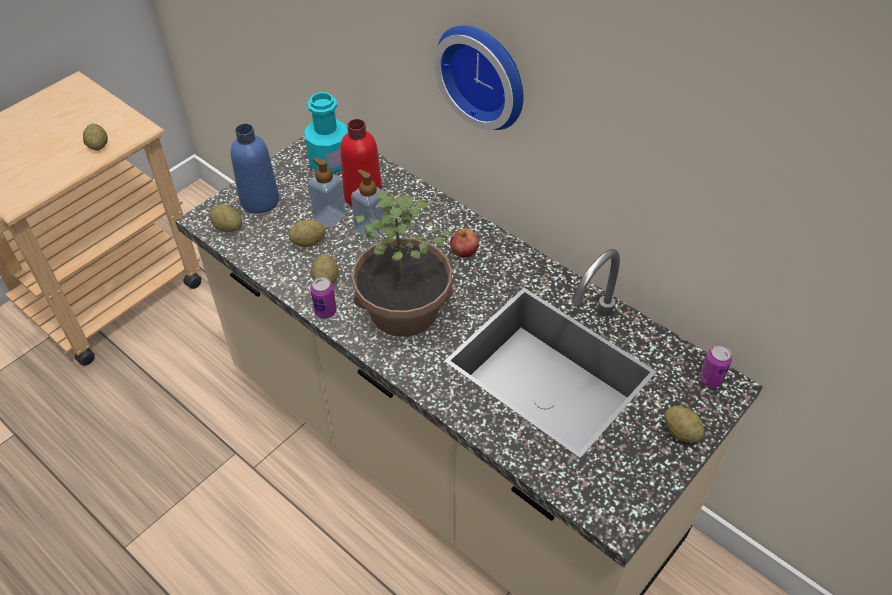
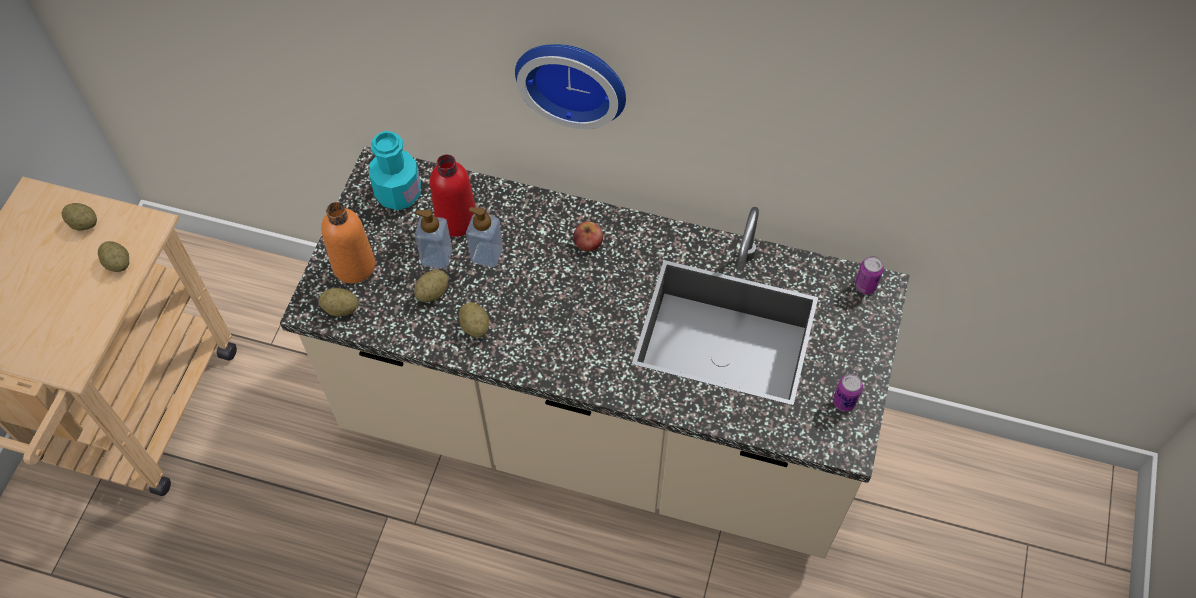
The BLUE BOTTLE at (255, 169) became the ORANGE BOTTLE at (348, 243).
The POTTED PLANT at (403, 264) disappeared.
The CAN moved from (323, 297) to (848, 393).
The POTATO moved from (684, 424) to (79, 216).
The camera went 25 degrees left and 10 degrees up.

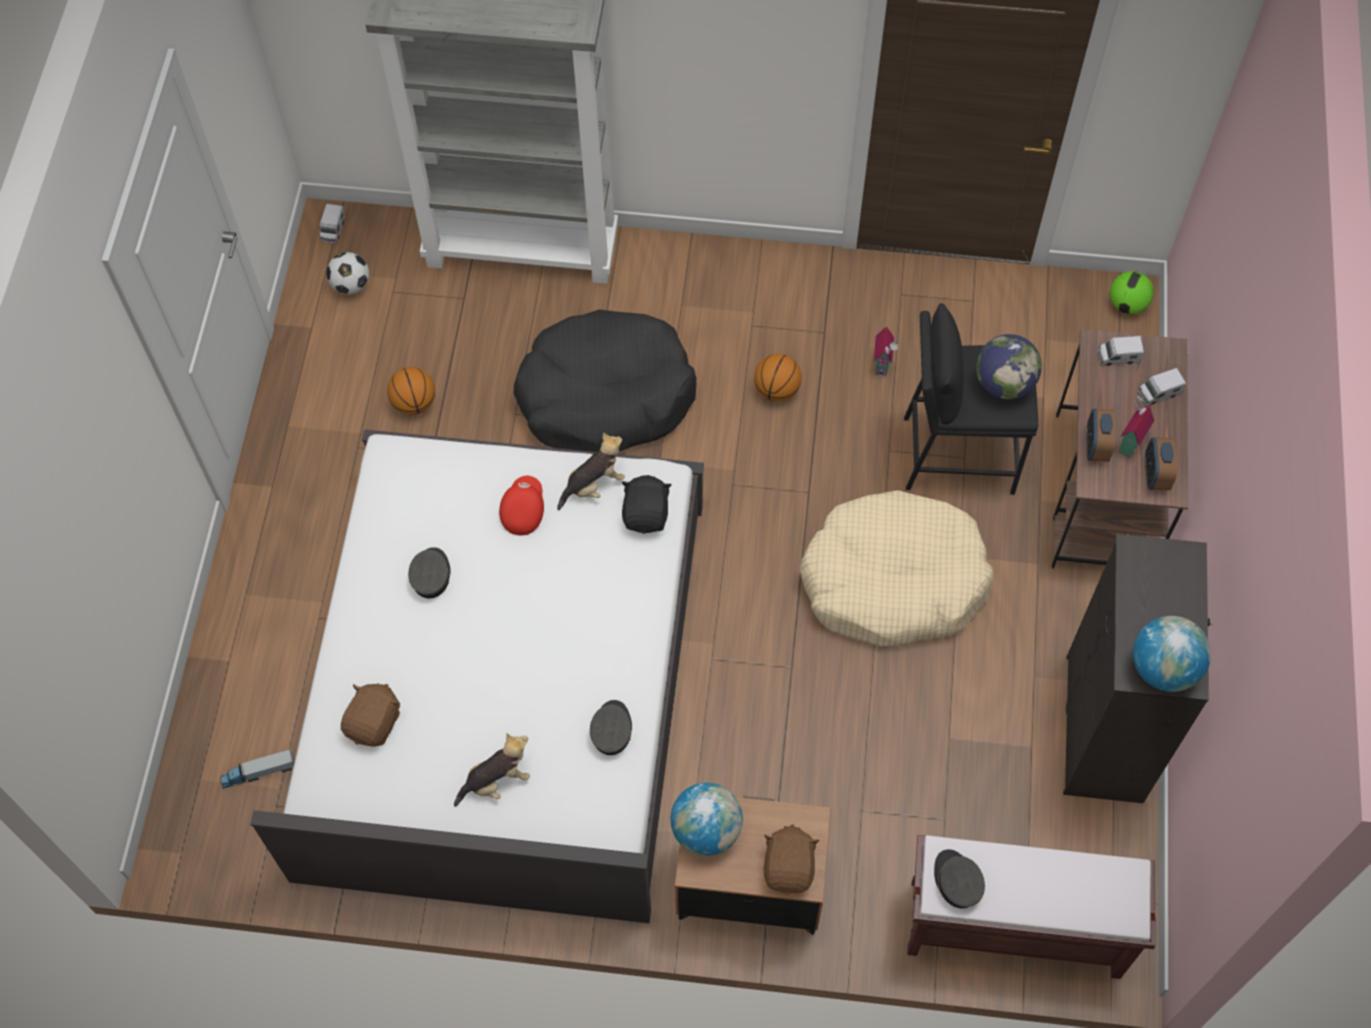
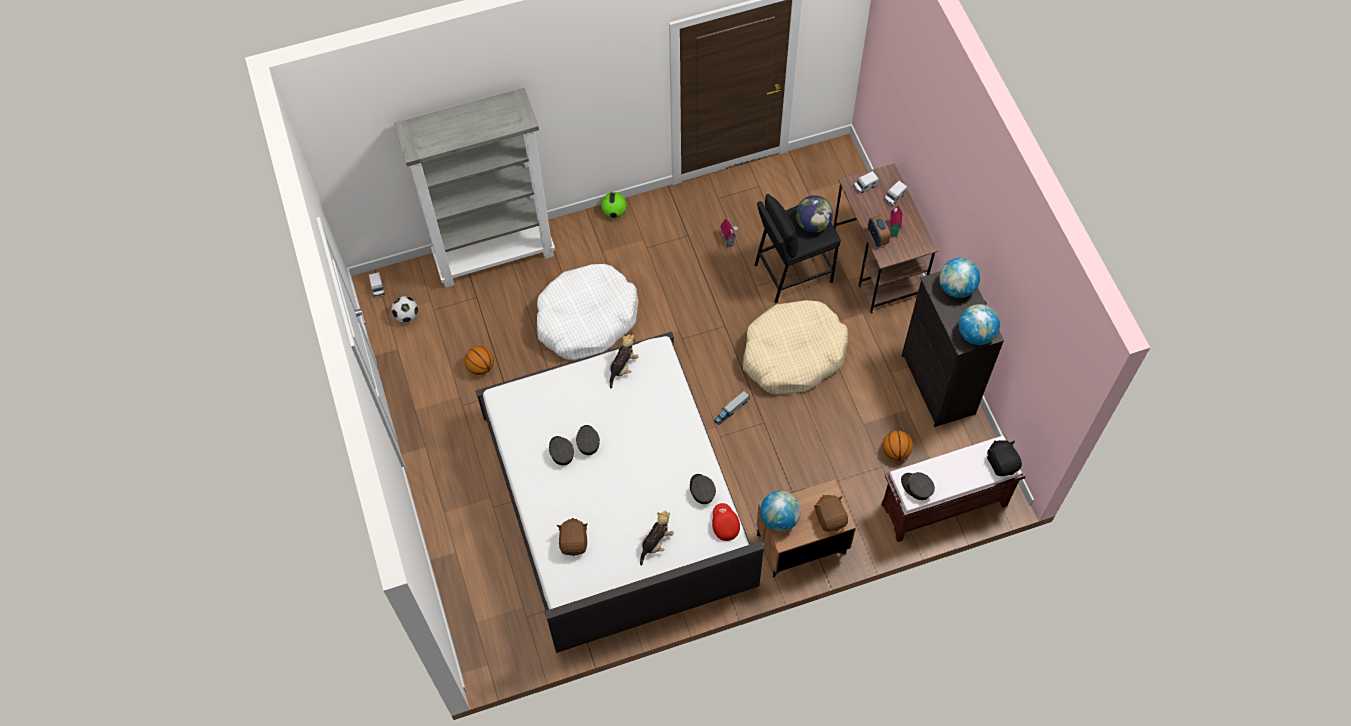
The FOOTBALL moved from (1132, 292) to (614, 205).
The BLACK DOG BED at (605, 380) became the WHITE DOG BED at (588, 312).
The BASKETBALL moved from (778, 377) to (897, 445).
The ALARM CLOCK at (1161, 463) disappeared.
The BLACK PLUSH TOY moved from (646, 504) to (1004, 458).
The RED CAP moved from (521, 506) to (726, 522).
The TOY TRUCK moved from (257, 768) to (732, 407).
The GLOBE at (959, 278) appeared.
The GREY CAP at (588, 440) appeared.
The camera went 25 degrees left and 0 degrees up.

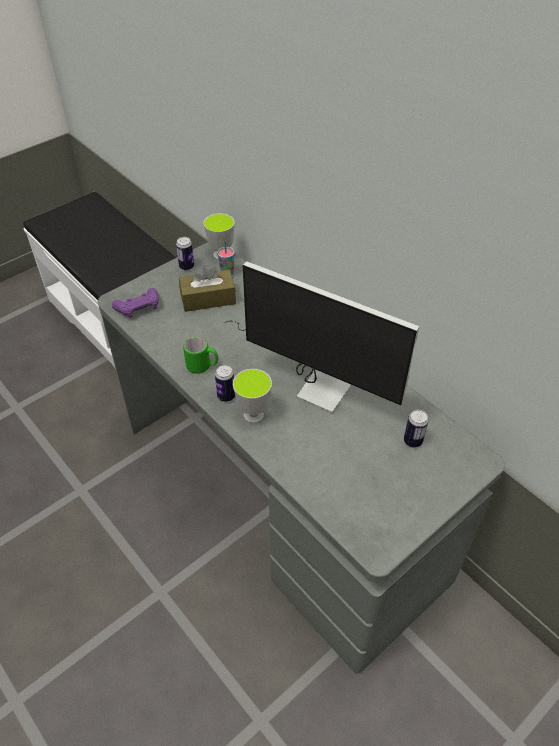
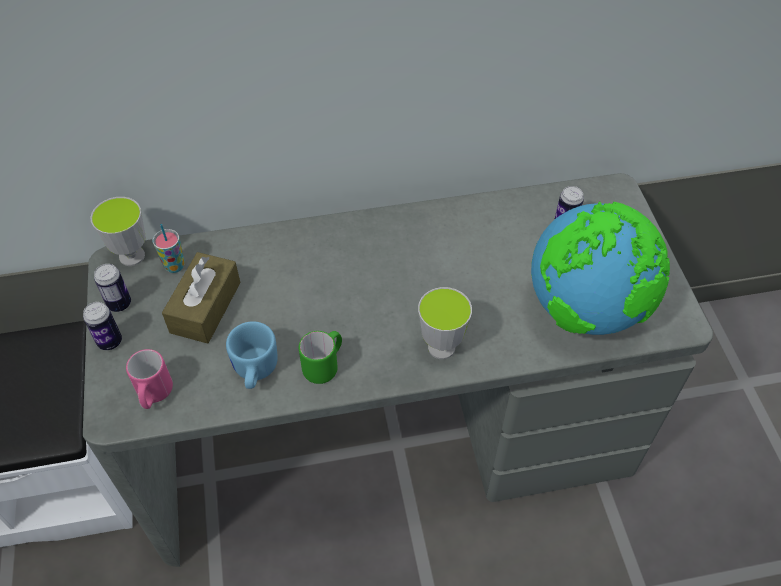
The MONITOR at (321, 337) disappeared.
The PURPLE GAME CONTROLLER at (135, 303) was replaced by the PINK MUG at (149, 379).
The CAN moved from (225, 383) to (102, 326).
The GLOBE at (600, 268) appeared.
The BLUE MUG at (252, 355) appeared.
The camera went 60 degrees left and 5 degrees up.

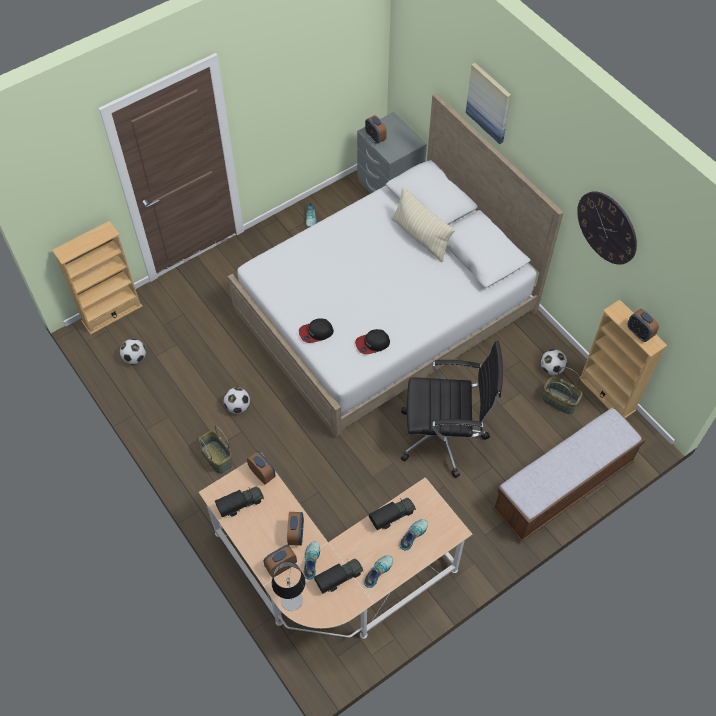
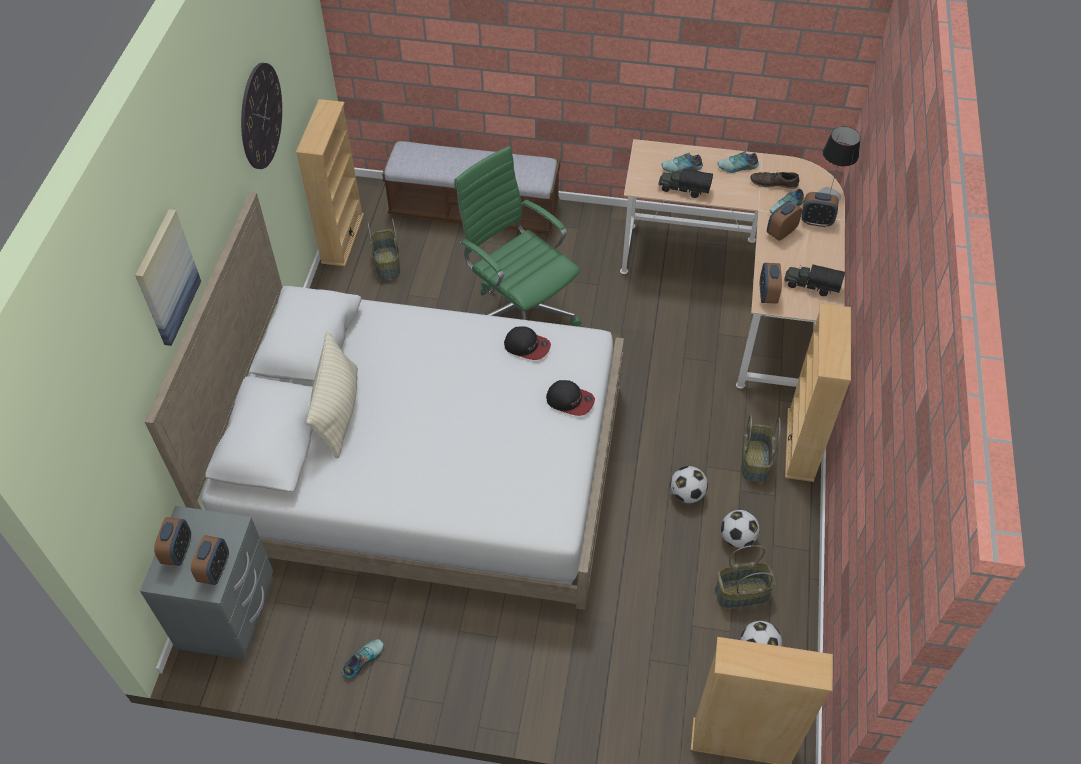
The ALARM CLOCK moved from (643, 325) to (172, 541).
The BLACK OFFICE CHAIR at (452, 409) became the GREEN OFFICE CHAIR at (518, 236).
The FOOTBALL moved from (554, 362) to (740, 529).
The TOY TRUCK at (338, 576) was replaced by the BROWN SHOE at (774, 180).
The BEIGE BOOKCASE at (818, 392) appeared.
The BASKET at (745, 576) appeared.
The camera went 135 degrees left and 5 degrees down.

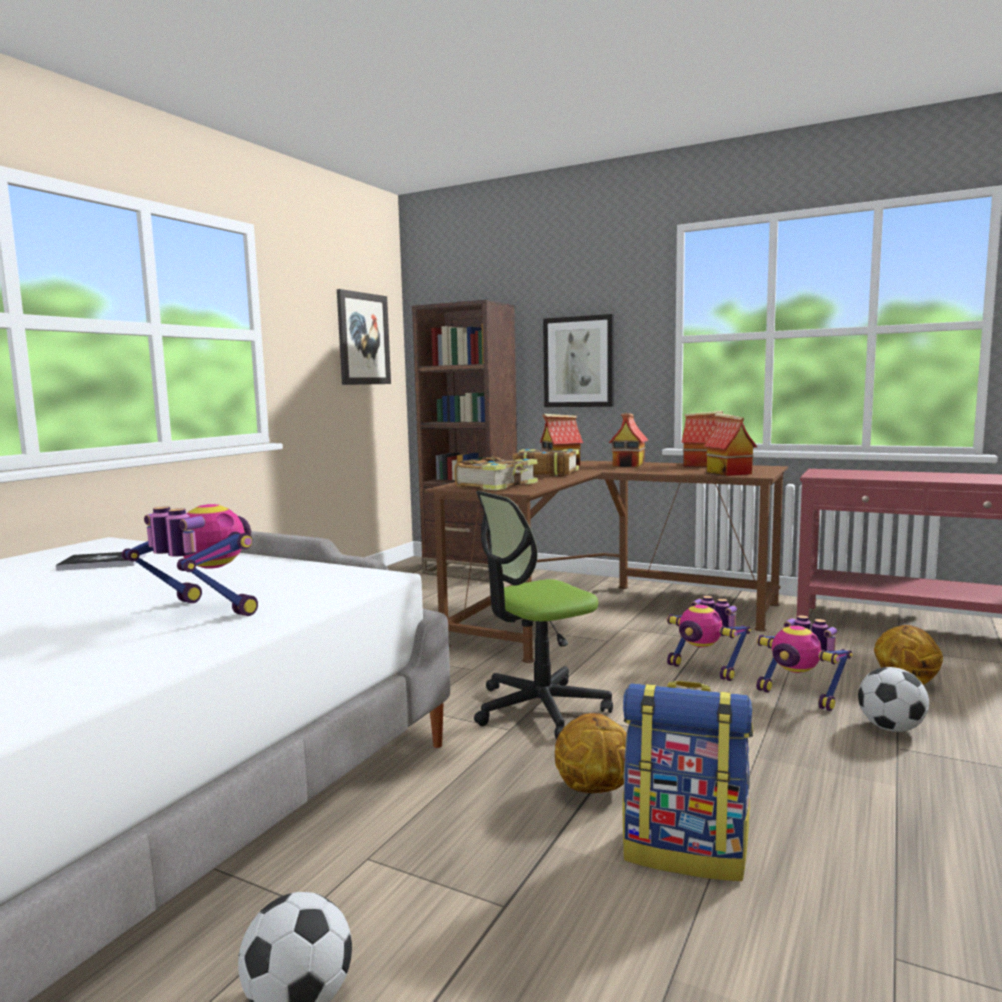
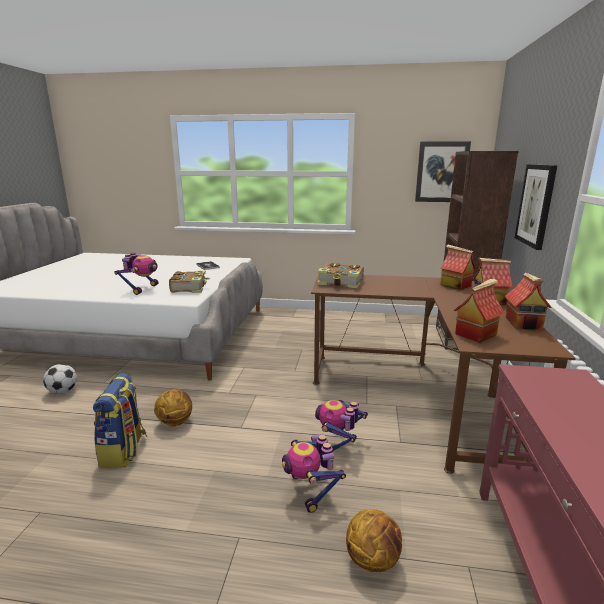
The BOOK moved from (545, 462) to (189, 281).
The OFFICE CHAIR at (543, 615) disappeared.
The TOY ROBOT at (804, 663) turned 45 degrees counterclockwise.
The FOOTBALL at (893, 699) disappeared.
The camera went 70 degrees right and 10 degrees up.

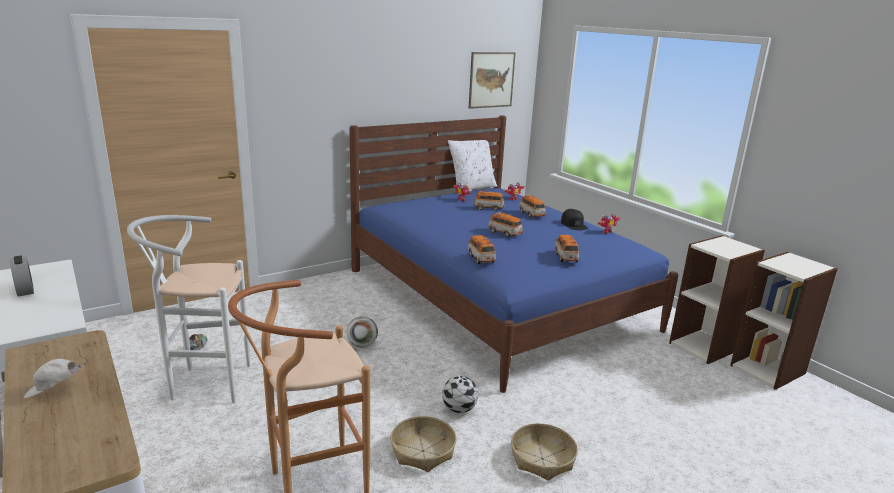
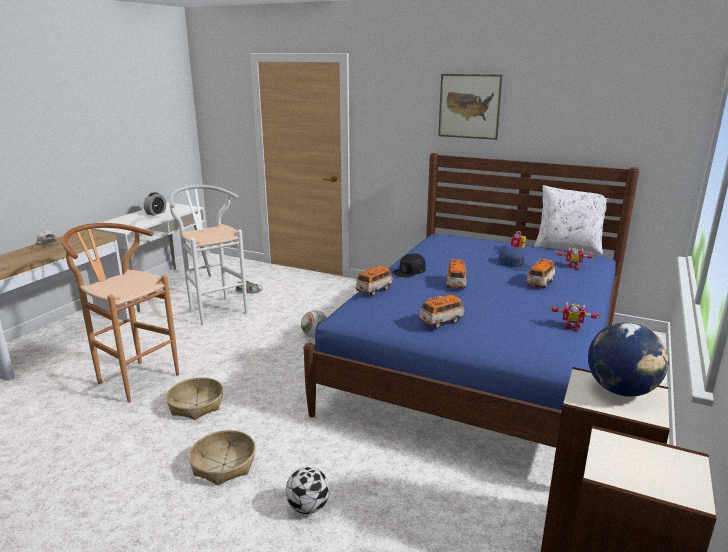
The PICTURE moved from (492, 80) to (470, 107).
The TOY CAR at (489, 200) was replaced by the BLUE CAP at (515, 259).
The BLACK CAP moved from (574, 219) to (409, 266).
The FOOTBALL moved from (460, 394) to (307, 490).
The GLOBE at (628, 360) appeared.
The camera went 60 degrees right and 0 degrees up.

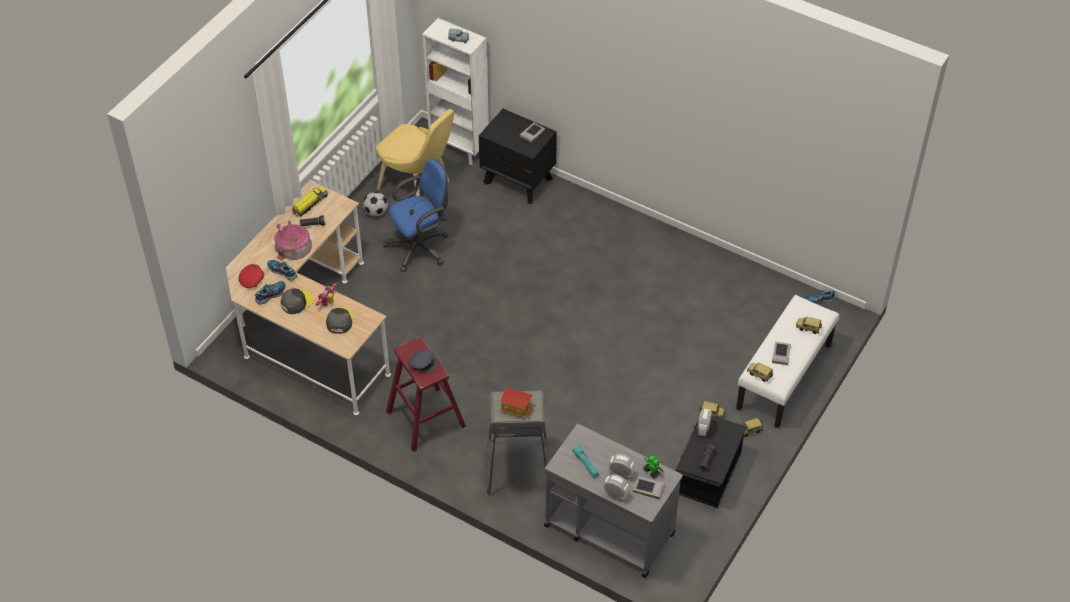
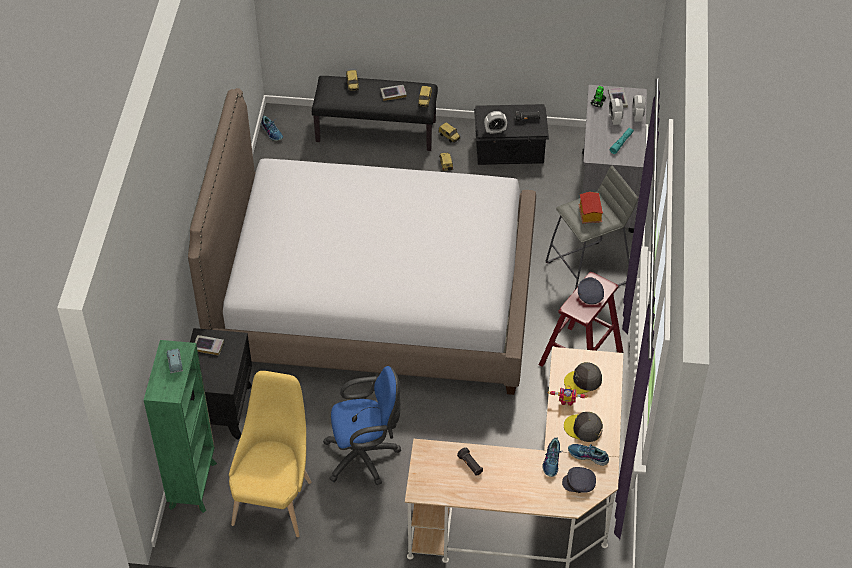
The WHITE BOOKCASE at (455, 91) became the GREEN BOOKCASE at (180, 426).
The BLUE OFFICE CHAIR at (415, 215) turned 135 degrees clockwise.
The TOY TRUCK at (310, 201) disappeared.
The FOOTBALL at (375, 204) disappeared.
The TOY HOUSE at (293, 240) disappeared.
The RED CAP at (251, 276) became the GREY CAP at (579, 480).
The WHITE BENCH at (787, 361) became the BLACK BENCH at (375, 113).
The BED at (362, 241) appeared.
The camera went 115 degrees left and 0 degrees up.

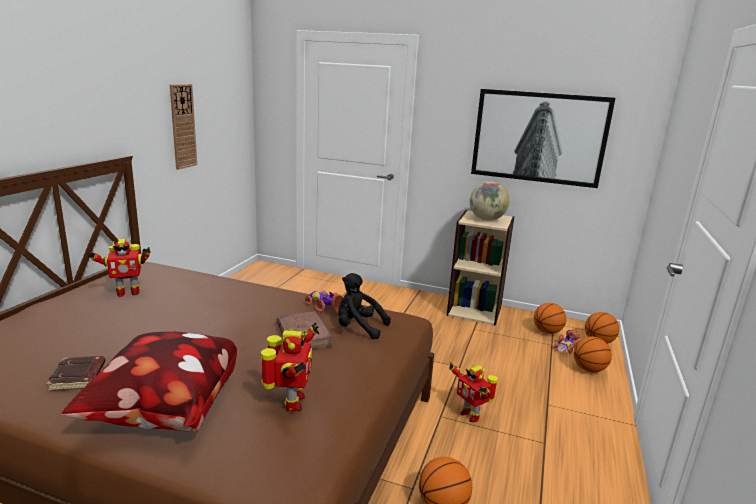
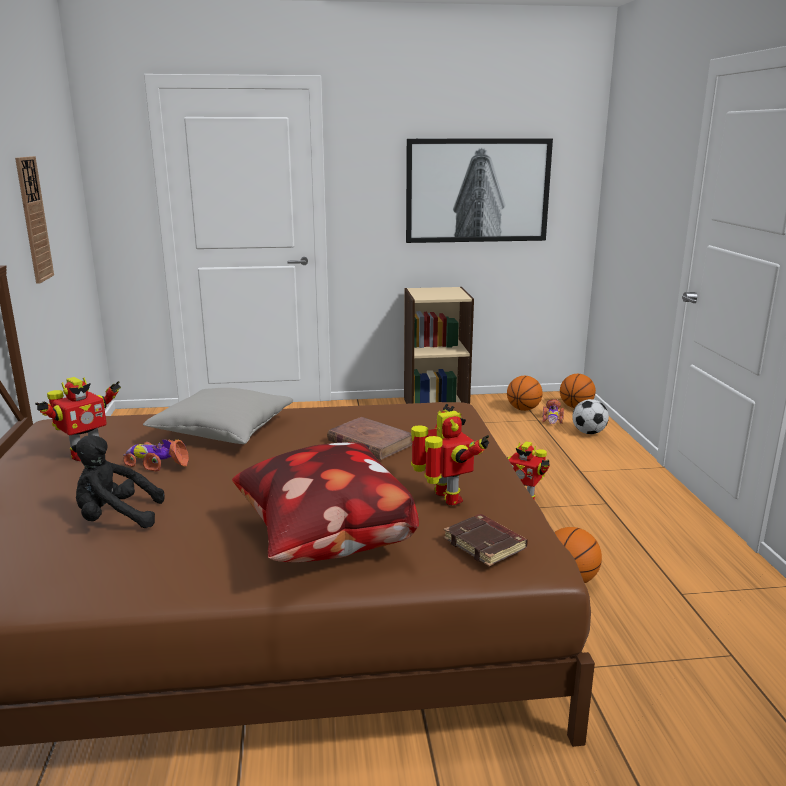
The GLOBE at (489, 201) disappeared.
The BLACK PLUSH TOY moved from (364, 306) to (118, 481).
The TOY CAR moved from (324, 302) to (156, 455).
The BASKETBALL at (593, 354) was replaced by the FOOTBALL at (590, 416).
The BROWN BOOK moved from (75, 373) to (485, 540).
The GREY PILLOW at (218, 416) appeared.
The camera went 25 degrees left and 0 degrees up.

